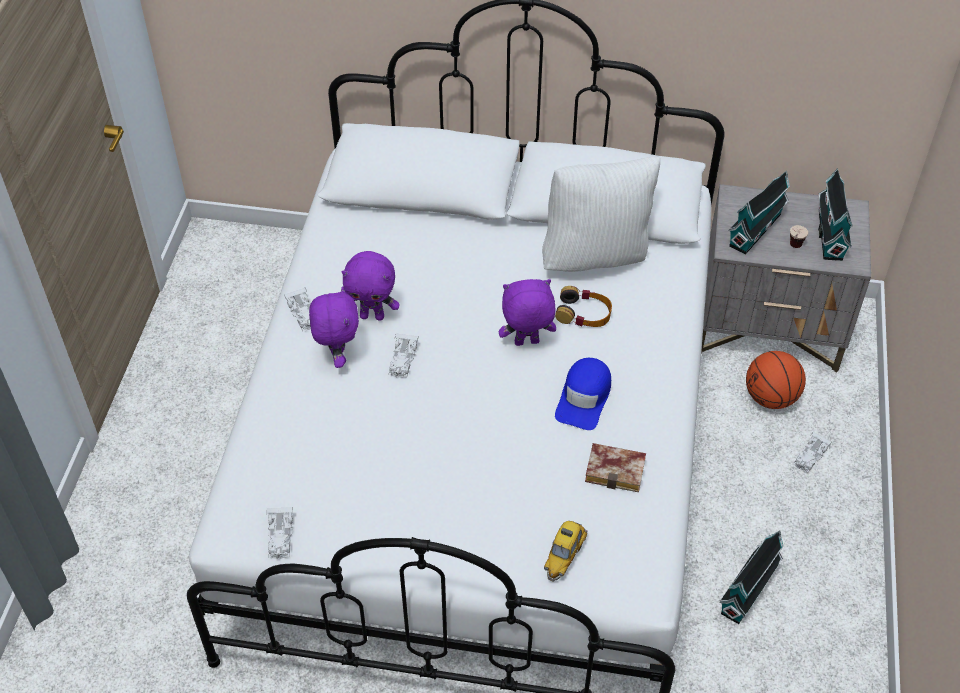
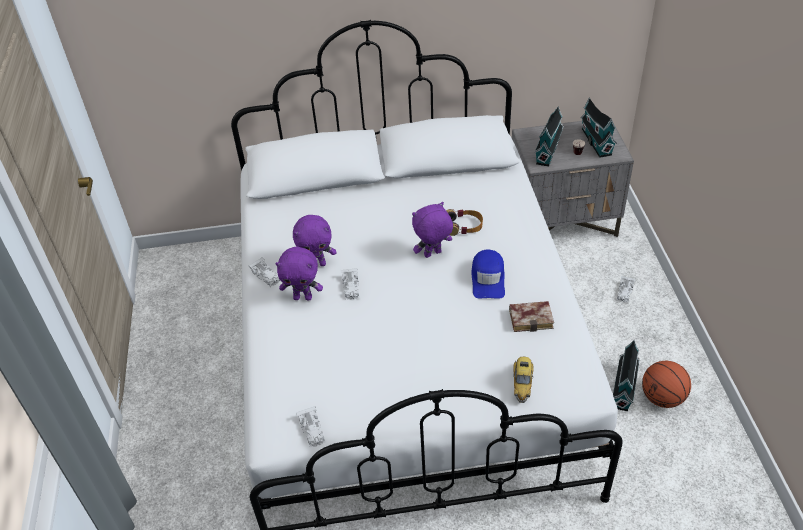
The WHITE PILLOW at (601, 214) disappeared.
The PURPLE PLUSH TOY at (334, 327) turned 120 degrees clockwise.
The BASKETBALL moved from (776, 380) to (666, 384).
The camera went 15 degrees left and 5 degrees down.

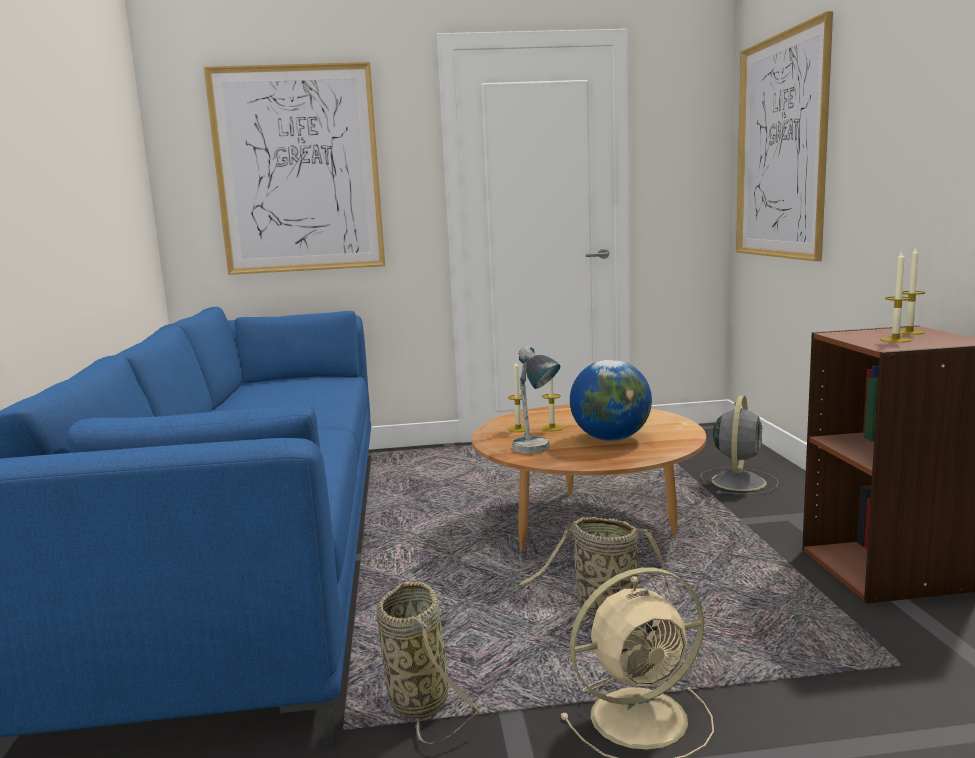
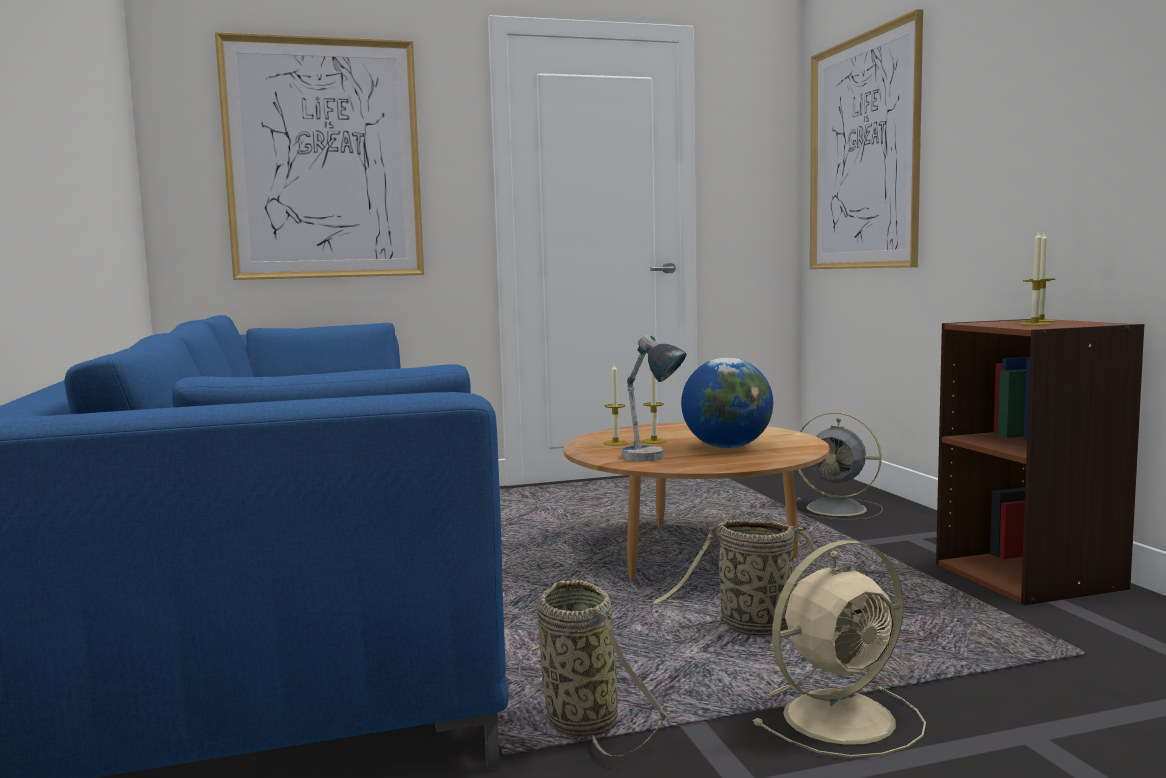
The GREY FAN at (739, 445) turned 105 degrees clockwise.
The camera went 10 degrees left and 5 degrees down.

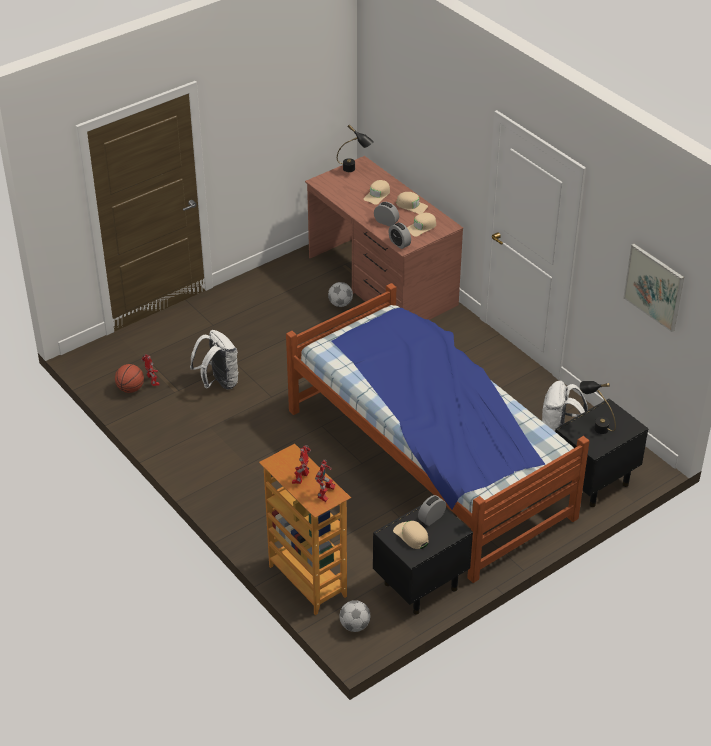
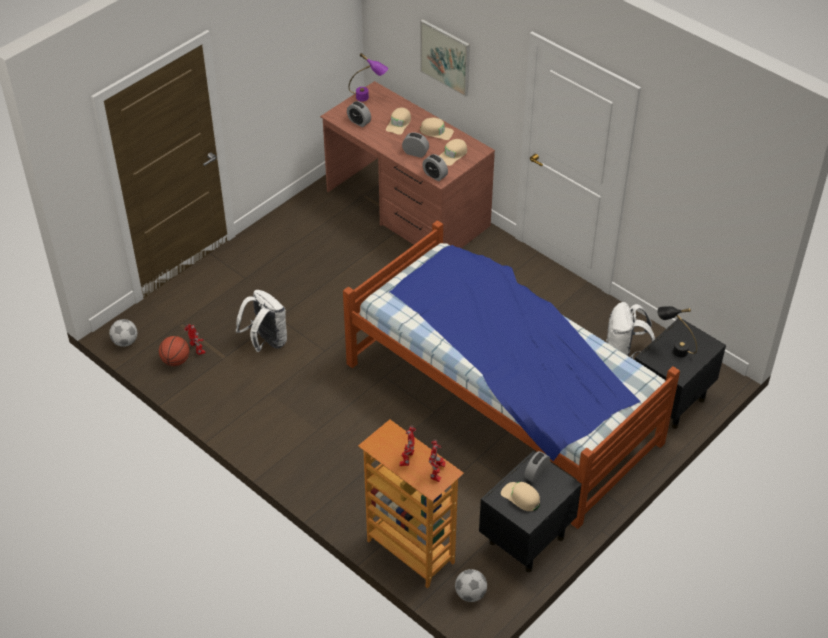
The BLACK TABLE LAMP at (355, 148) became the PURPLE TABLE LAMP at (368, 77).
The PICTURE moved from (653, 288) to (445, 58).
The FOOTBALL moved from (340, 294) to (123, 333).
The ALARM CLOCK at (359, 114) appeared.
The camera went 10 degrees left and 5 degrees up.

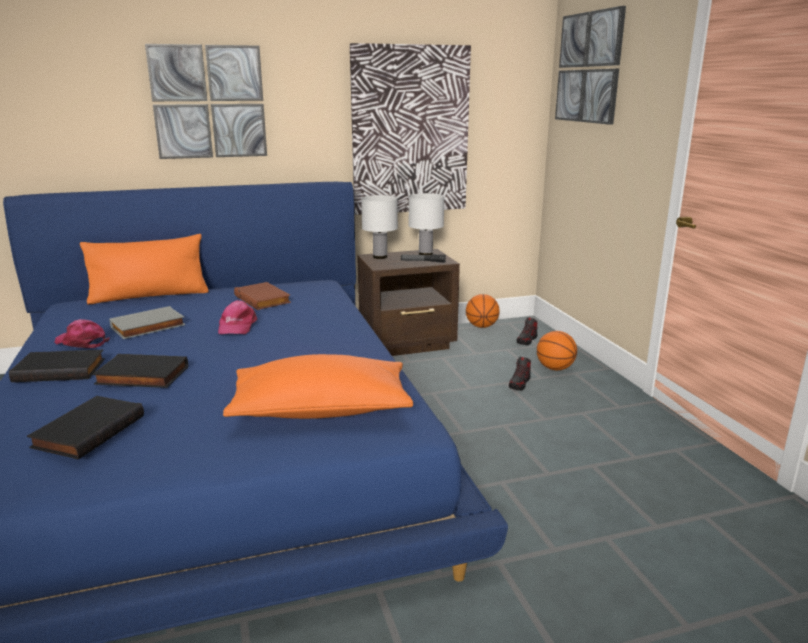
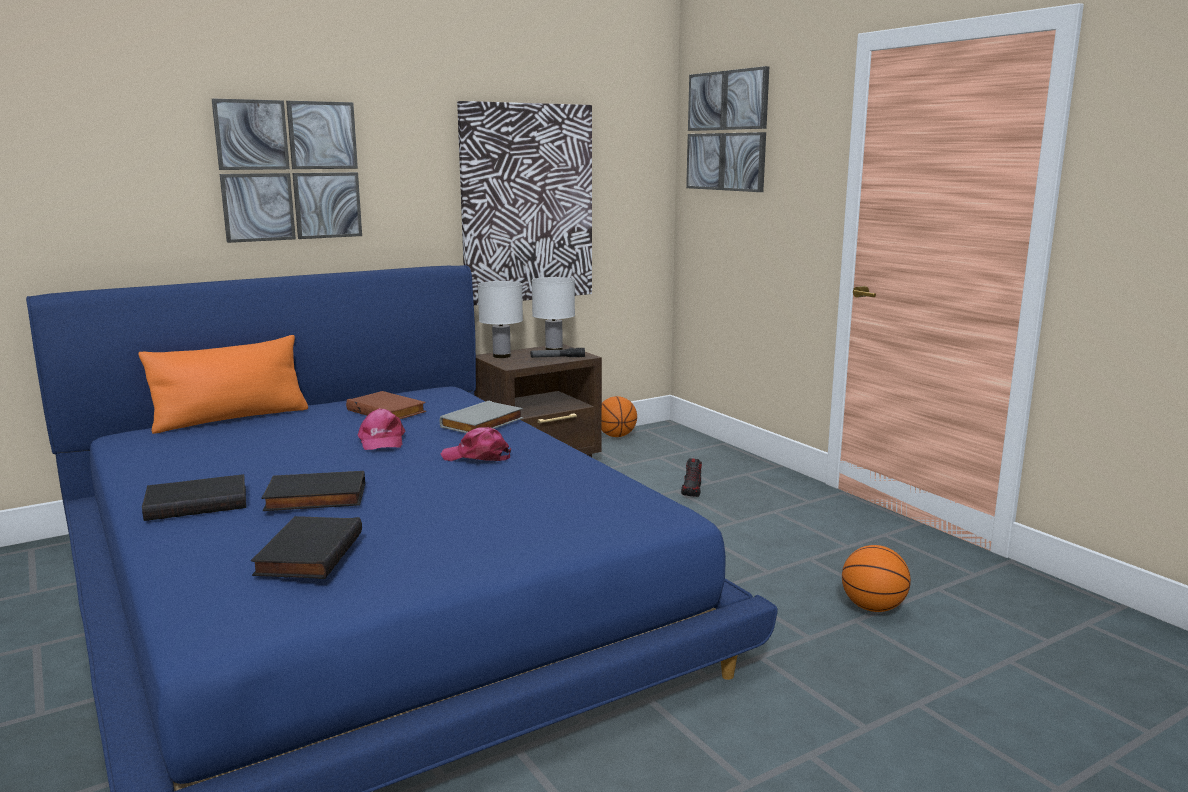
The GREY BOOK moved from (147, 322) to (481, 417).
The SHOE at (527, 331) disappeared.
The PINK CAP moved from (82, 333) to (476, 444).
The BASKETBALL moved from (557, 350) to (876, 578).
The ORANGE PILLOW at (318, 386) disappeared.
The camera went 15 degrees left and 5 degrees down.

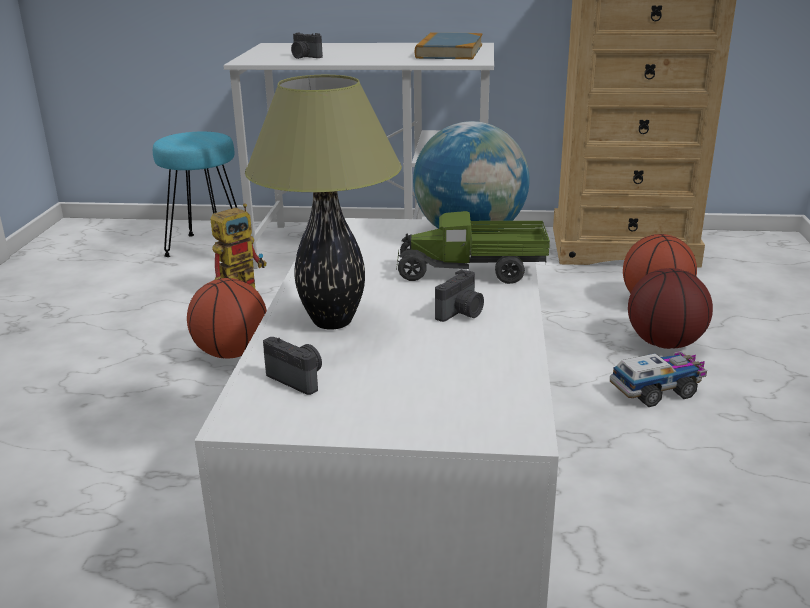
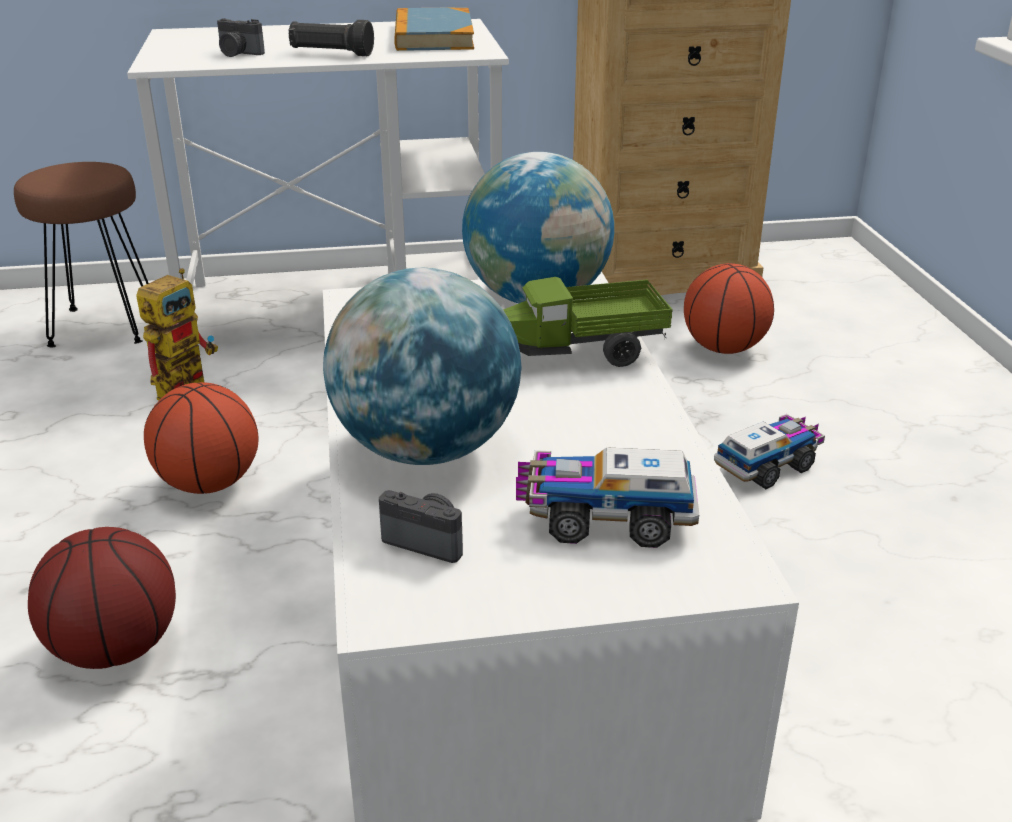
The TABLE LAMP at (323, 202) was replaced by the GLOBE at (422, 366).
The TURQUOISE STOOL at (195, 194) became the BROWN STOOL at (81, 254).
The BASKETBALL moved from (670, 308) to (102, 598).
The PHOTO CAMERA at (459, 295) disappeared.
The BLACK FLASHLIGHT at (331, 38) appeared.
The TOY TRUCK at (607, 497) appeared.
The camera went 15 degrees left and 5 degrees up.

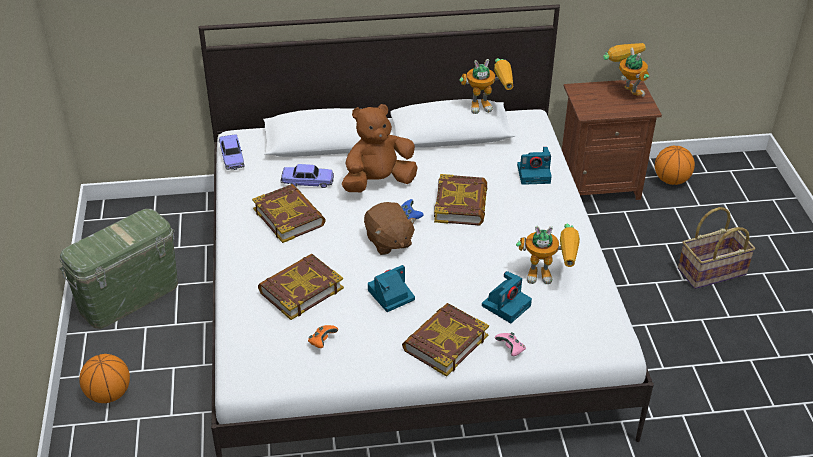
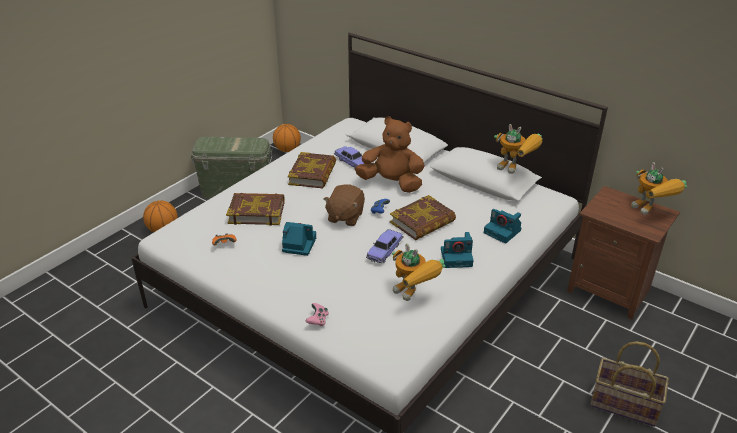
The TOY ROBOT at (626, 70) turned 135 degrees clockwise.
The TOY CAR moved from (232, 152) to (385, 246).
The BASKETBALL moved from (675, 165) to (287, 138).
The PHOTO CAMERA moved from (507, 297) to (457, 250).
The BOOK at (445, 340) disappeared.
The camera went 45 degrees right and 5 degrees down.

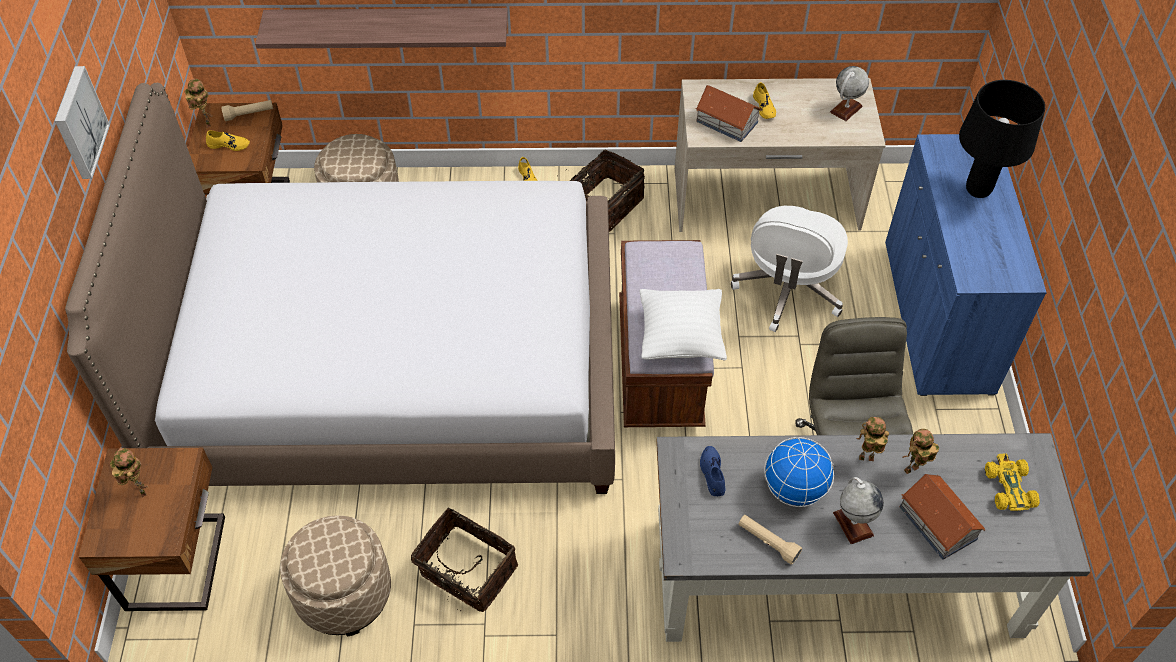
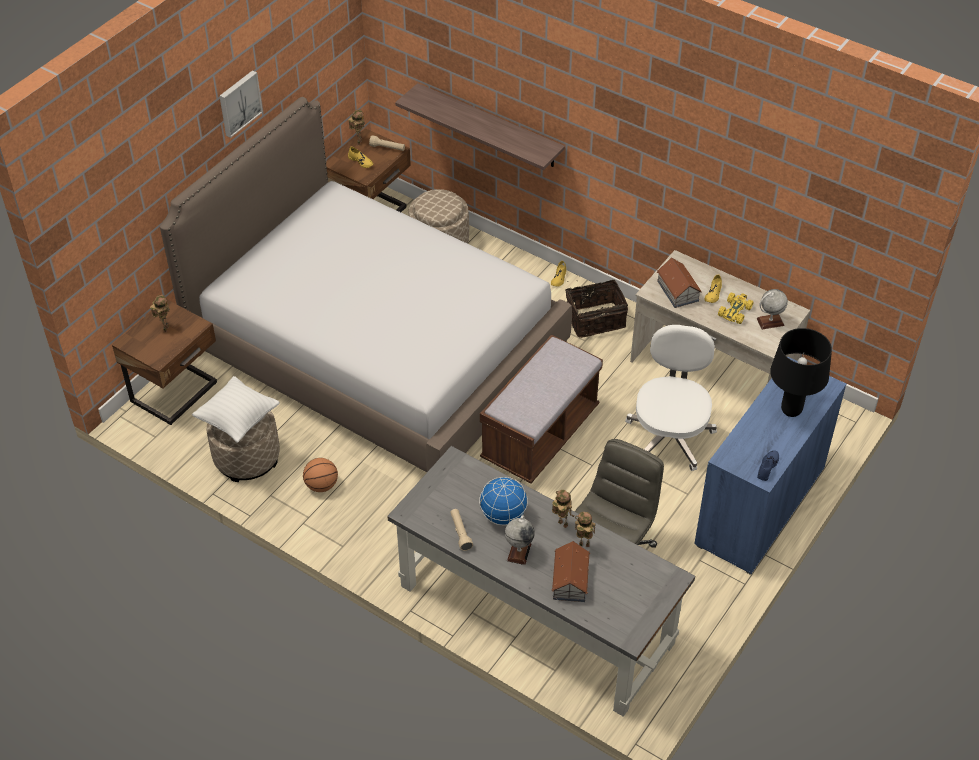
The WHITE OFFICE CHAIR at (789, 269) turned 135 degrees clockwise.
The WHITE PILLOW moved from (683, 325) to (236, 409).
The BLUE SHOE moved from (713, 471) to (768, 465).
The YELLOW TOY CAR moved from (1012, 482) to (736, 308).
The BASKET at (464, 559) was replaced by the BASKETBALL at (320, 475).
The camera went 35 degrees right and 5 degrees down.

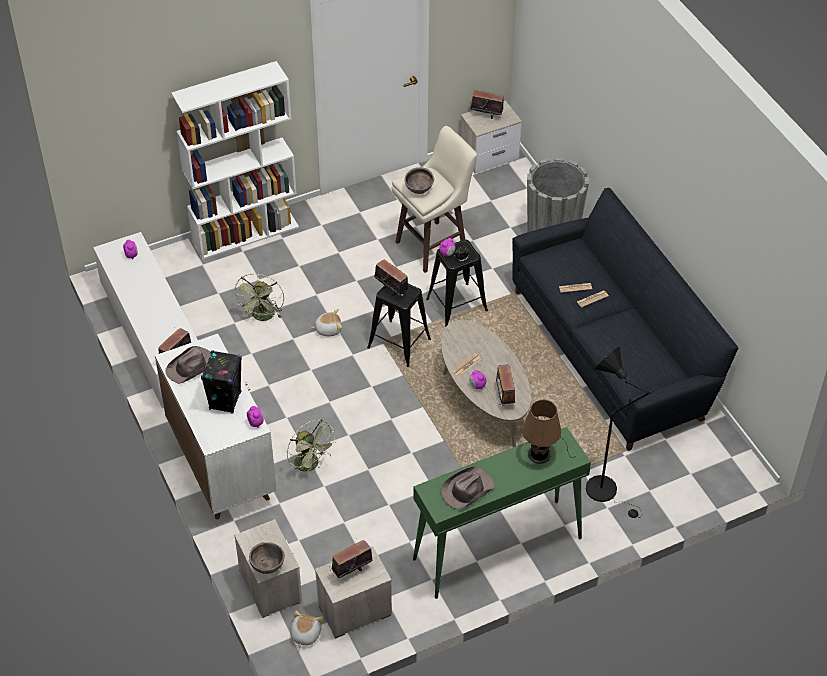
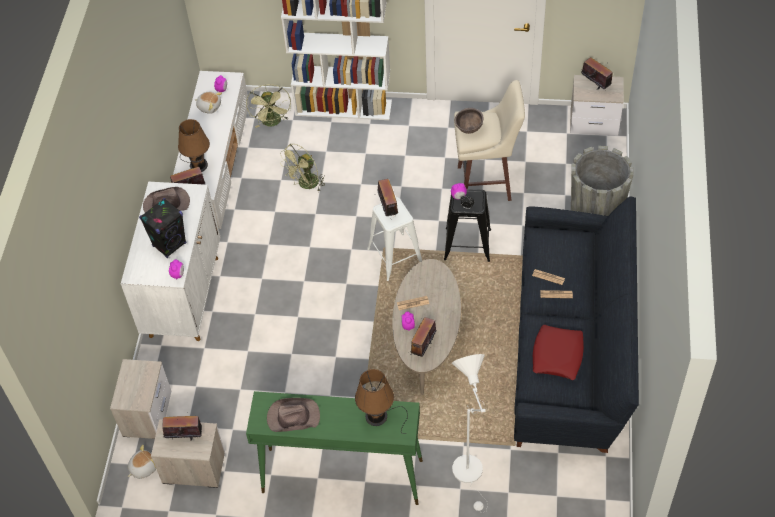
The BLACK STOOL at (399, 325) became the WHITE STOOL at (394, 239).
The PLUSH TOY moved from (326, 322) to (208, 103).
The BLACK FLOOR LAMP at (619, 432) became the WHITE FLOOR LAMP at (470, 433).
The GREEN FAN moved from (312, 449) to (268, 106).
The BROWN BOWL at (267, 558) disappeared.
The BROWN TABLE LAMP at (194, 145) appeared.
The RED PILLOW at (558, 352) appeared.
The camera went 35 degrees right and 5 degrees up.

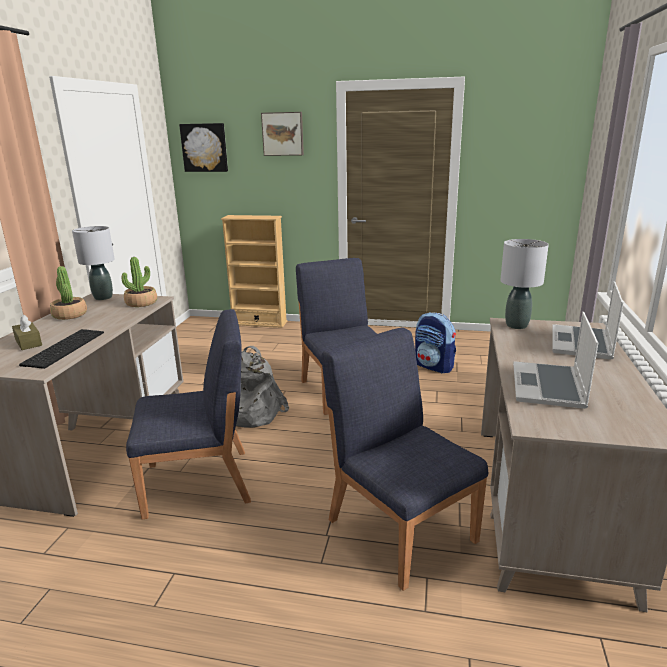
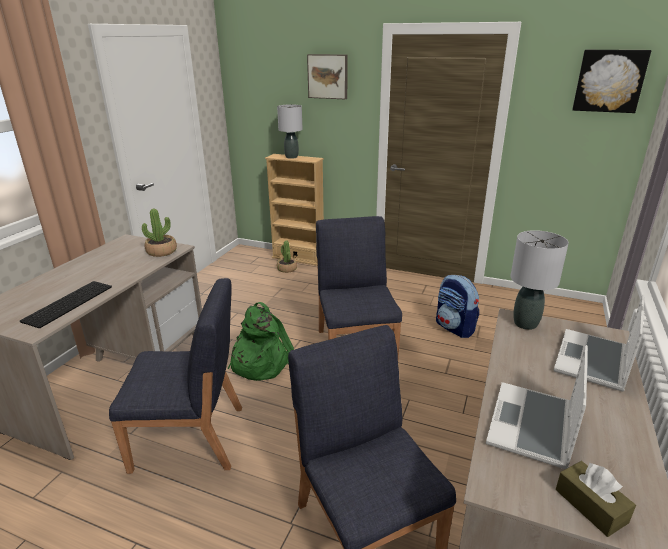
The PICTURE moved from (203, 147) to (611, 81).
The GREY TABLE LAMP moved from (93, 263) to (290, 131).
The POTTED PLANT moved from (68, 293) to (287, 256).
The BROWN TISSUE BOX moved from (27, 332) to (596, 499).
The GREY BACKPACK at (262, 387) became the GREEN BACKPACK at (260, 341).
The camera went 10 degrees right and 5 degrees up.

